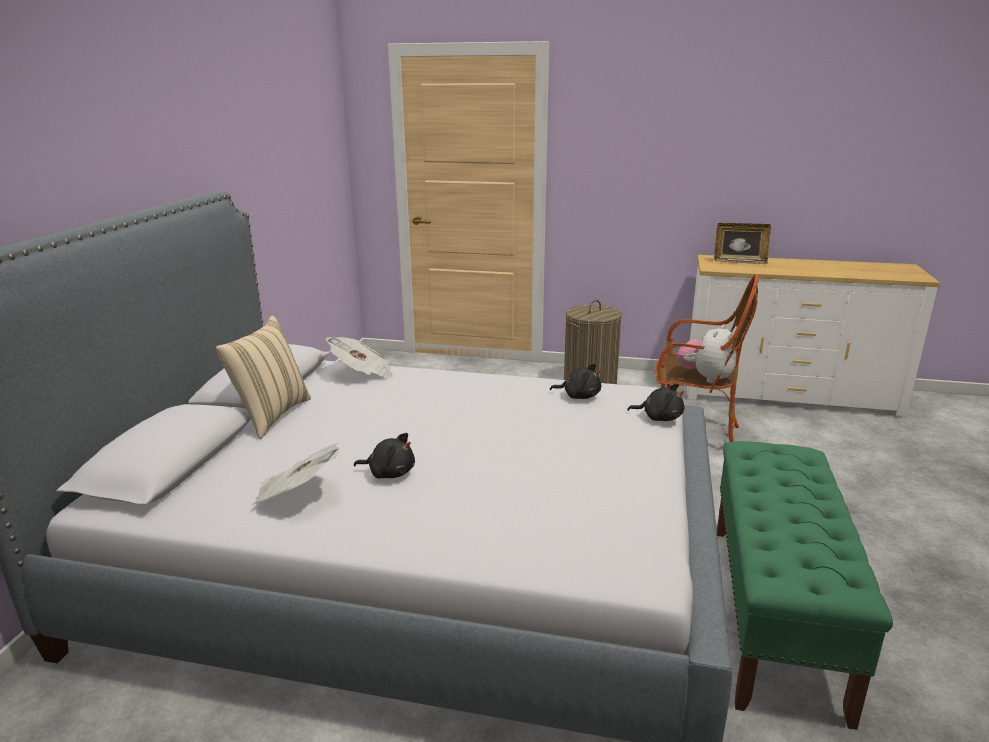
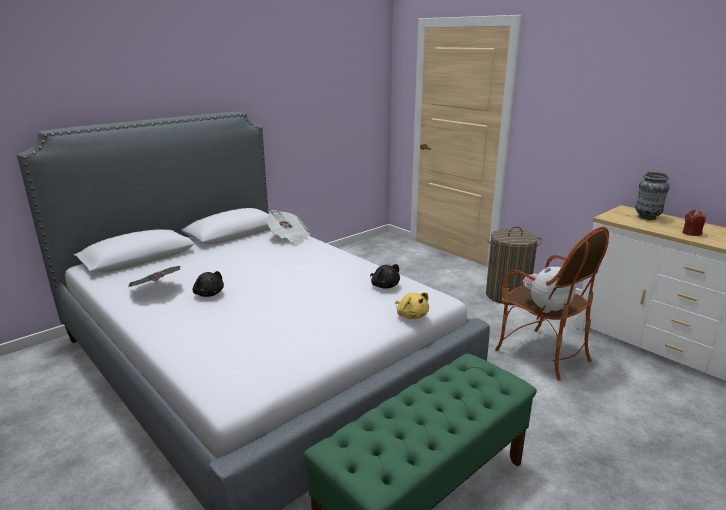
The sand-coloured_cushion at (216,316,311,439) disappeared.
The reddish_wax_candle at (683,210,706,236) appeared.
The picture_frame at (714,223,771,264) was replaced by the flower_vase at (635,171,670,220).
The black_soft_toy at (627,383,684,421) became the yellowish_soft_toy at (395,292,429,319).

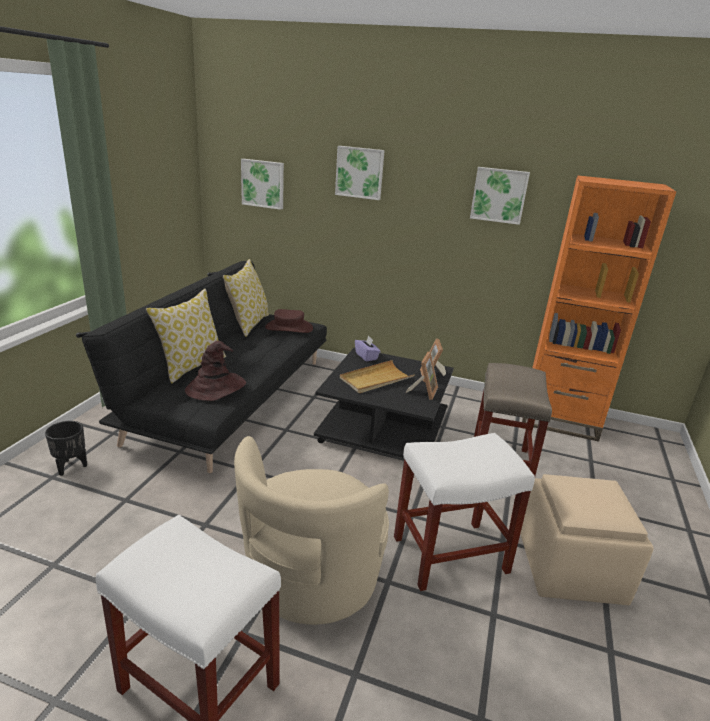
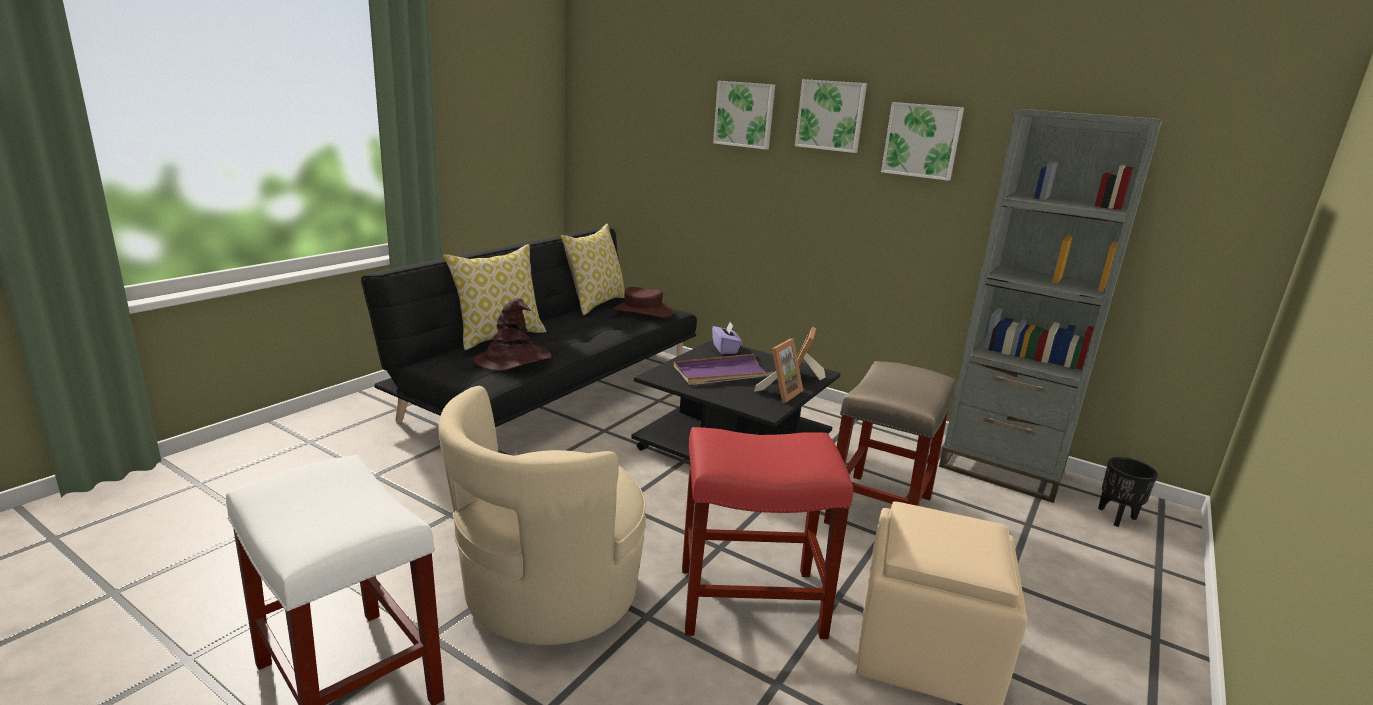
The black_planter moved from (45,421,87,476) to (1098,457,1158,527).
The wall_picture moved from (241,159,284,210) to (795,79,867,153).
The sand-coloured_carrying_tray at (340,360,414,393) became the purple-coloured_carrying_tray at (674,354,774,385).
The white-coloured_stool_seat at (394,433,535,591) became the reddish_stool_seat at (682,427,853,639).
The orange-coloured_bookcase at (522,175,676,442) became the greyish_bookcase at (939,109,1163,503).

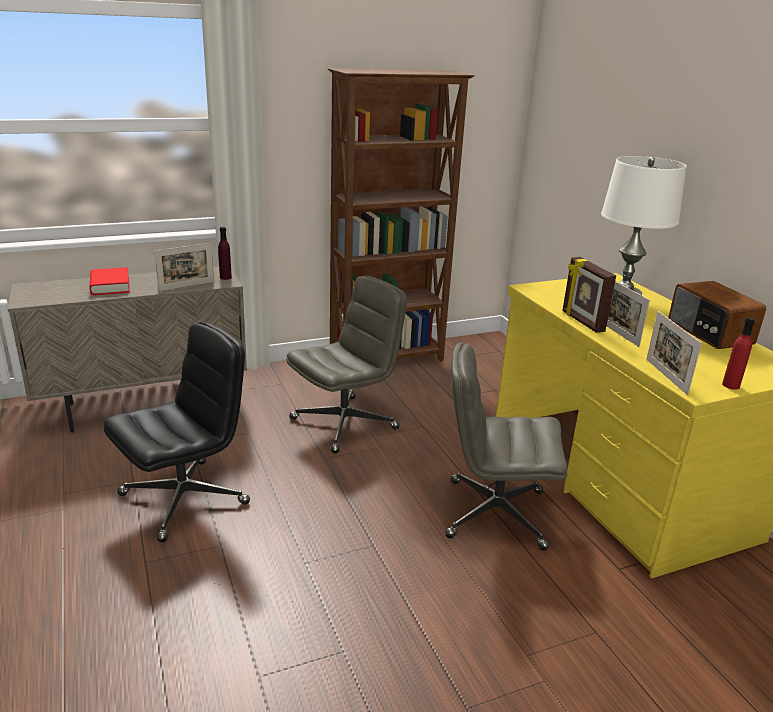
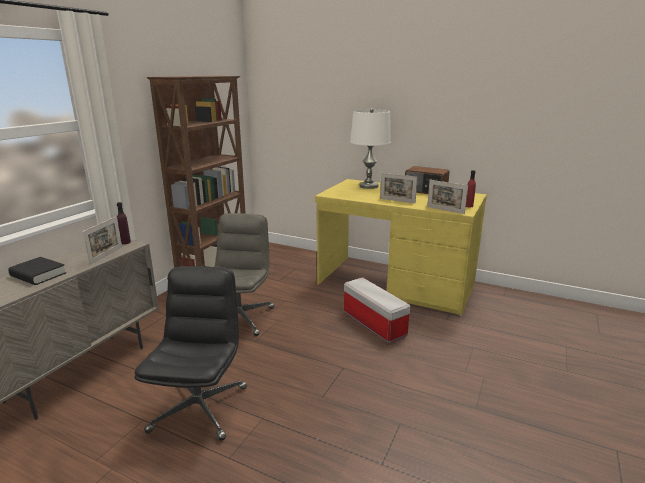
The picture_frame at (562,257,616,333) disappeared.
The greyish_office_chair at (445,343,567,551) was replaced by the storage_container at (344,277,410,343).
The reddish_book at (89,267,130,295) became the black_book at (8,257,66,285).

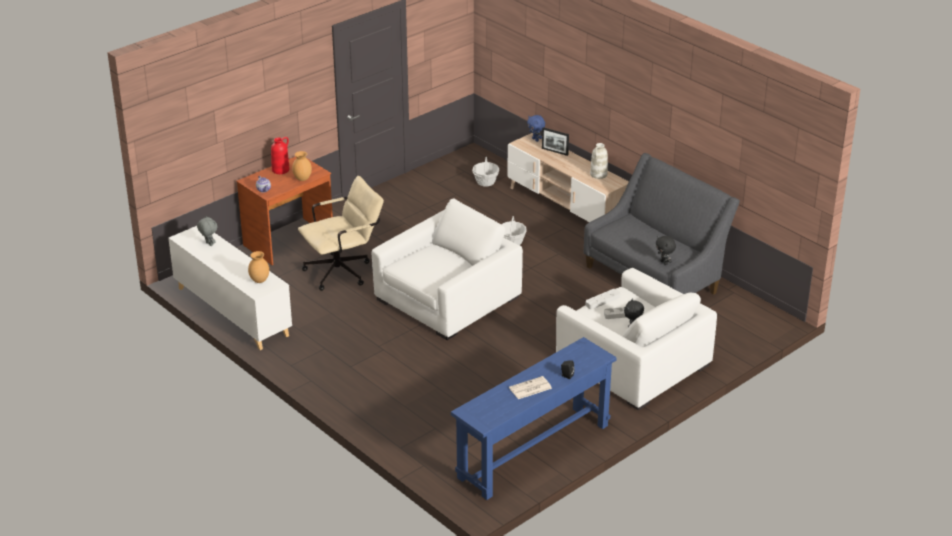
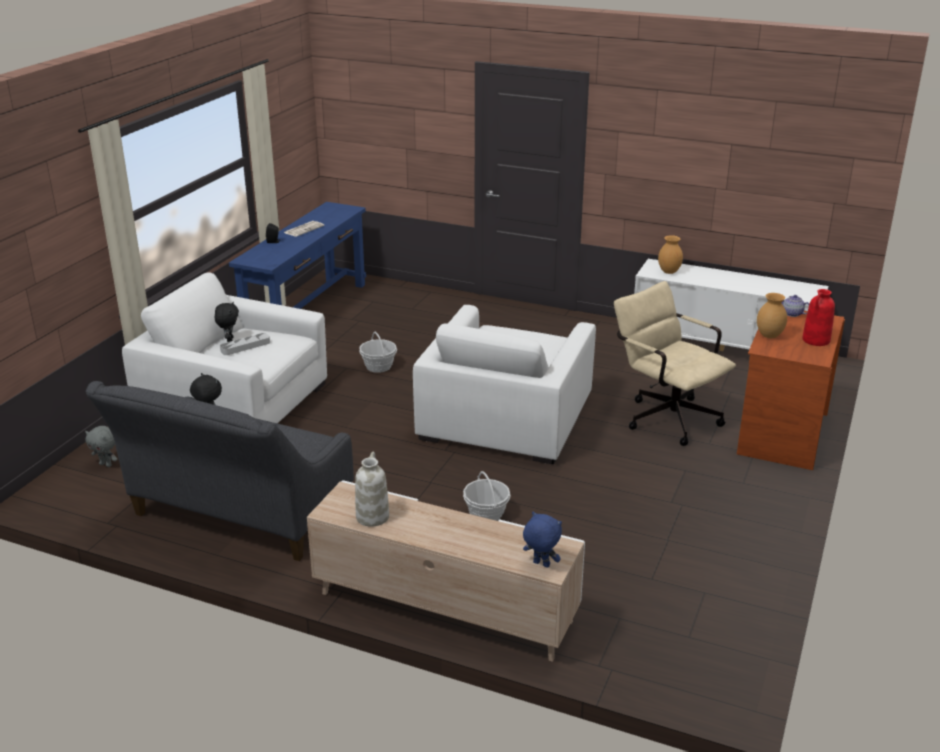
The picture_frame at (542,127,569,156) disappeared.
The greyish_carrying_tray at (586,289,620,309) disappeared.
The greyish_soft_toy moved from (197,216,217,246) to (85,426,117,467).
The basket moved from (472,157,499,186) to (359,332,397,373).
The sand-coloured_office_chair at (298,176,384,291) turned 105 degrees clockwise.

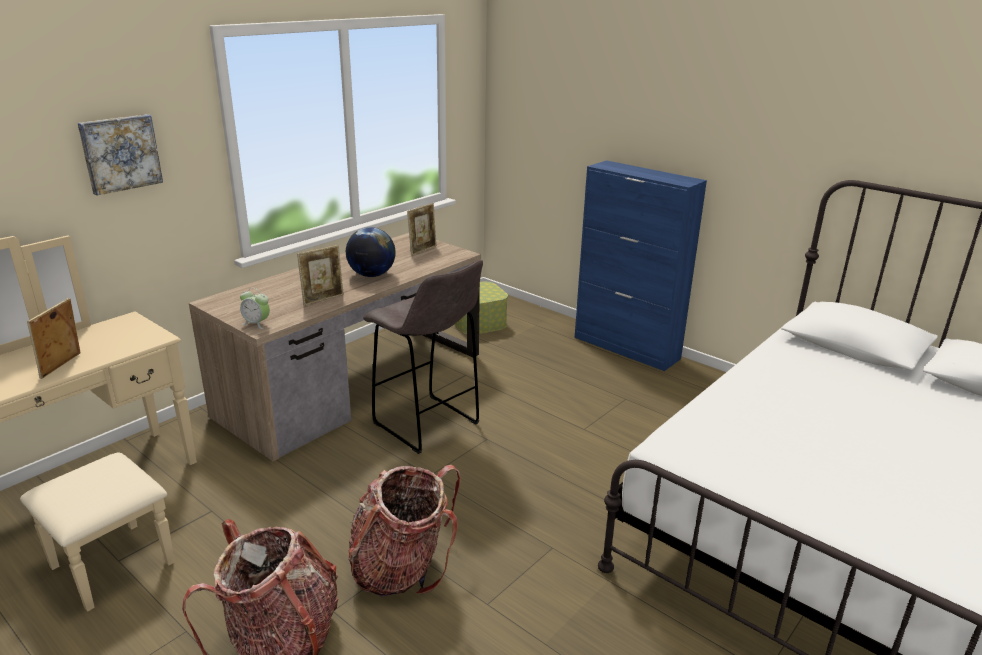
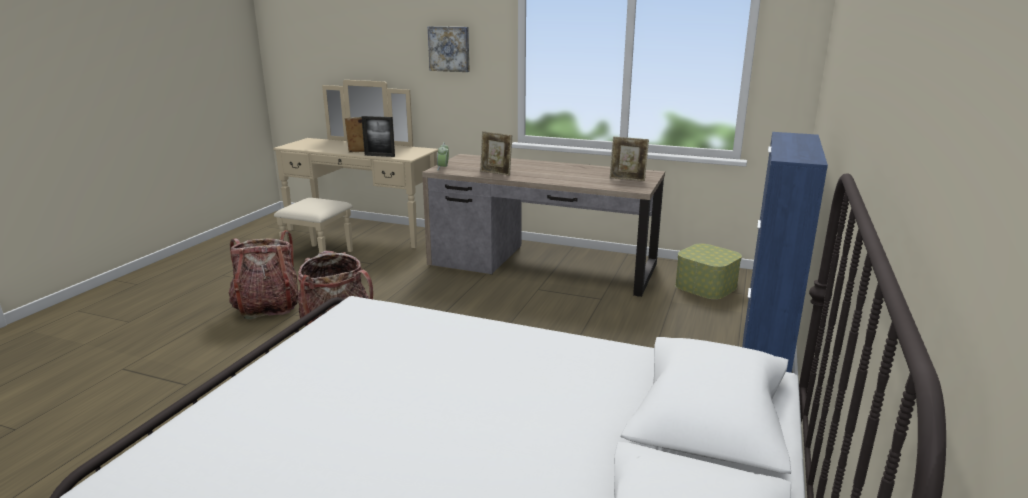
The globe at (346,227,396,277) disappeared.
The greyish_stool_seat at (363,260,483,454) disappeared.
The picture_frame at (361,116,395,157) appeared.

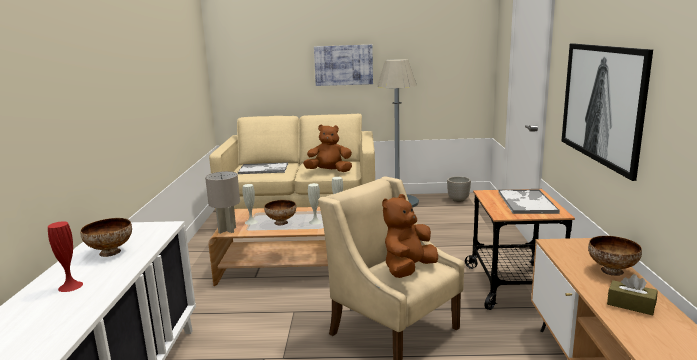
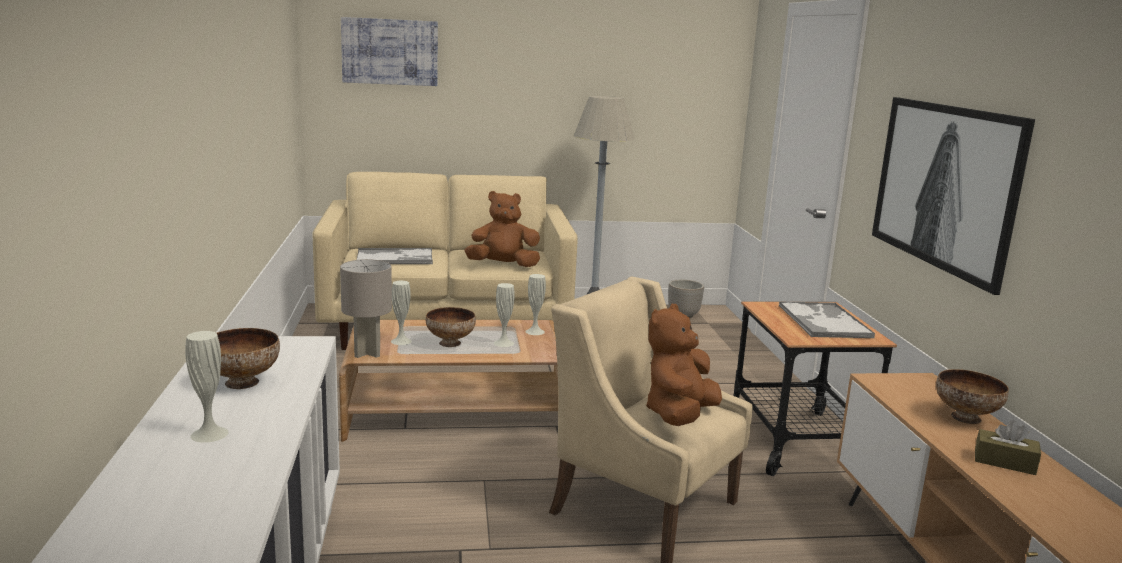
The wall_picture moved from (314,45,373,86) to (341,17,438,86).
The reddish_flower_vase at (48,221,83,292) became the white-coloured_flower_vase at (185,331,229,443).

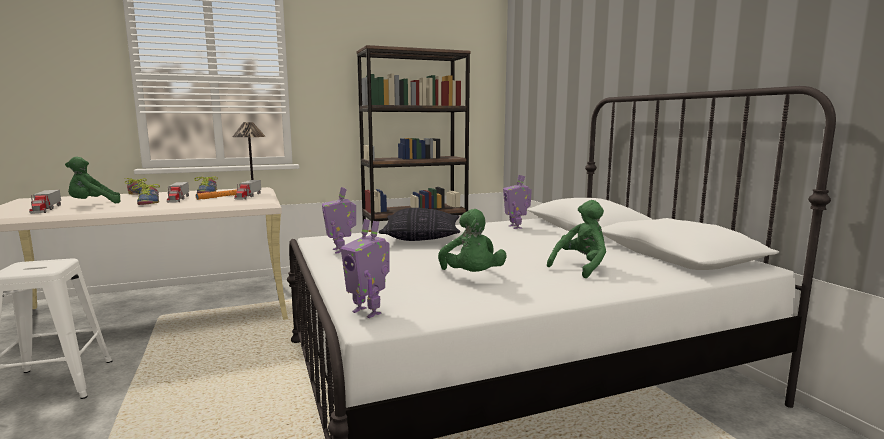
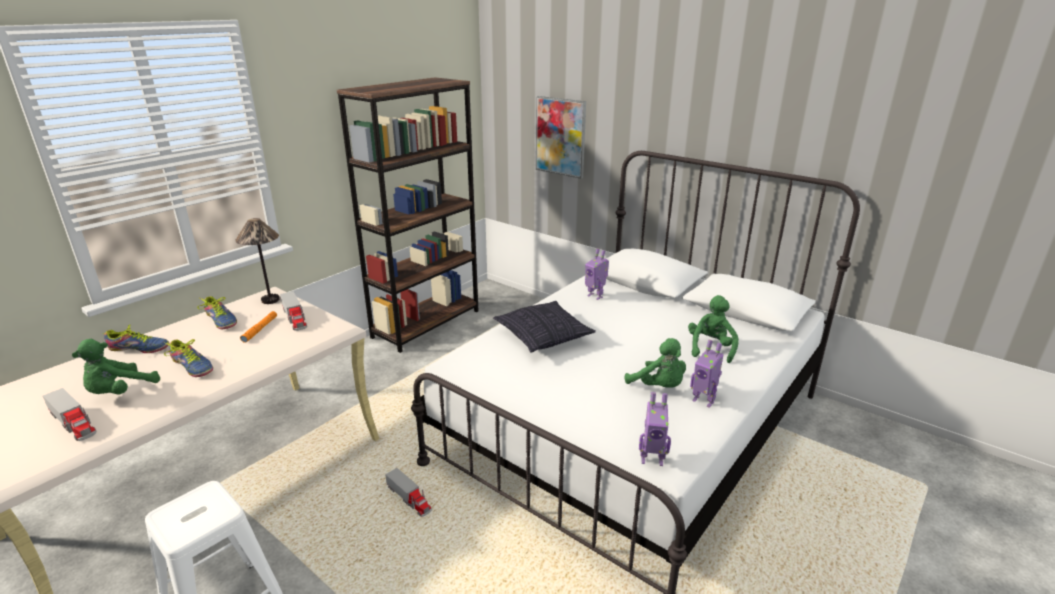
The wall_picture at (536,96,586,179) appeared.
The toy_truck moved from (167,182,189,203) to (385,468,432,517).
The model_robot moved from (322,187,356,254) to (690,340,723,407).

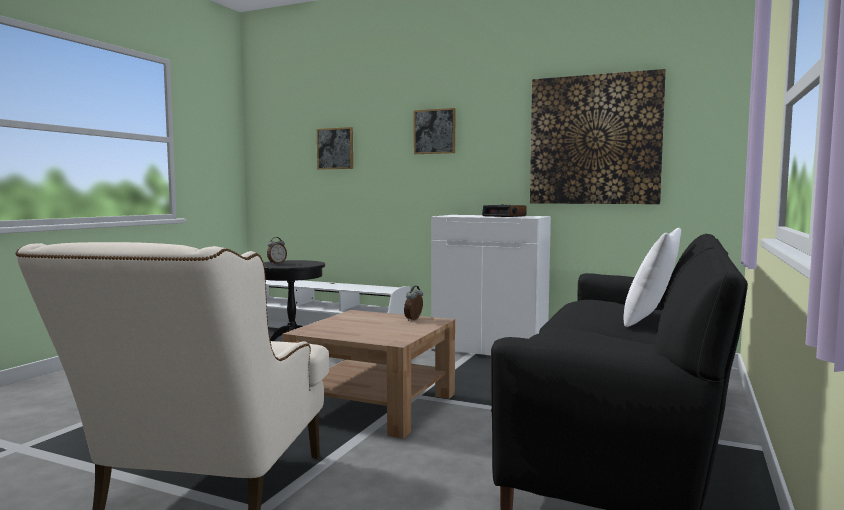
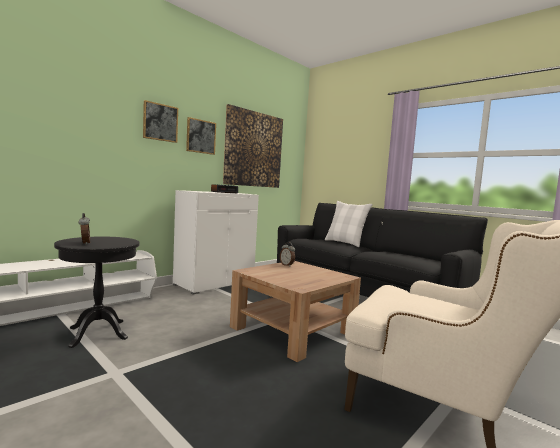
The wall_picture moved from (317,127,353,170) to (186,117,216,155).

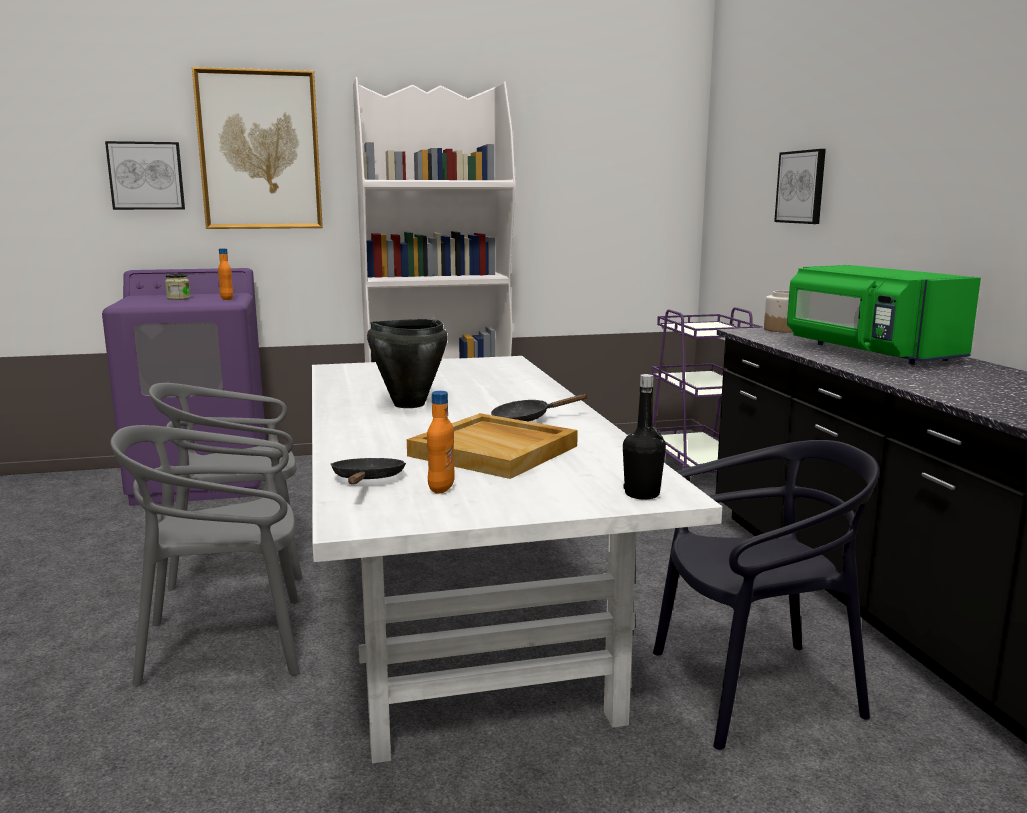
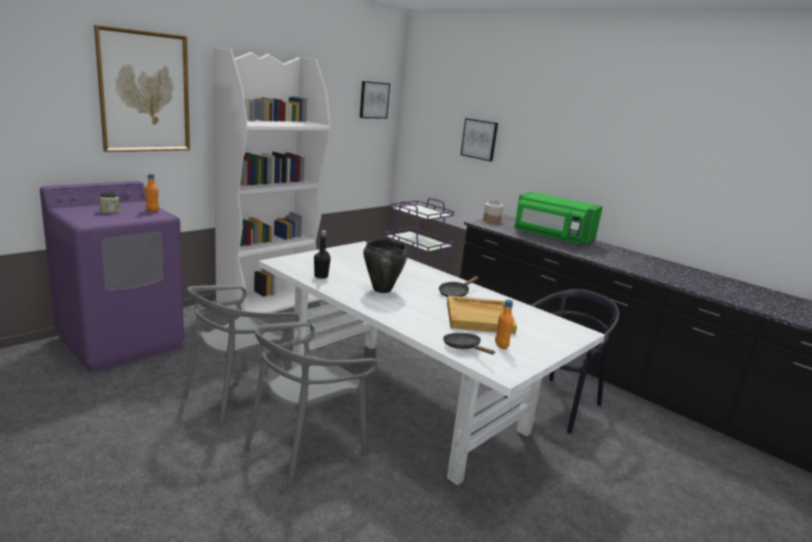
The wall_picture moved from (105,141,185,210) to (360,81,390,119).
The black_bottle moved from (623,374,666,499) to (314,230,331,279).

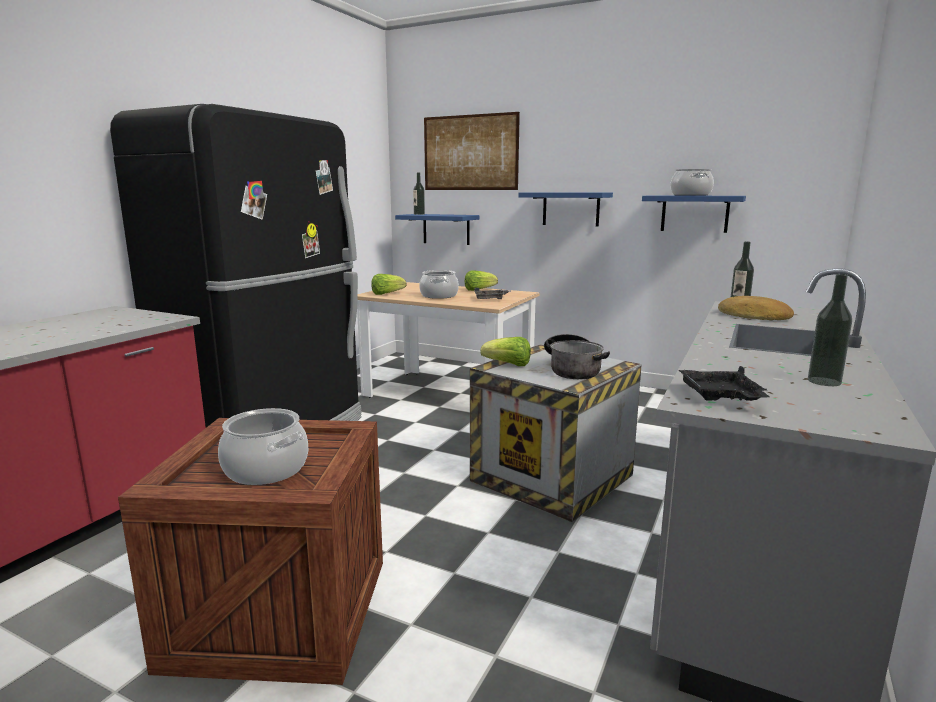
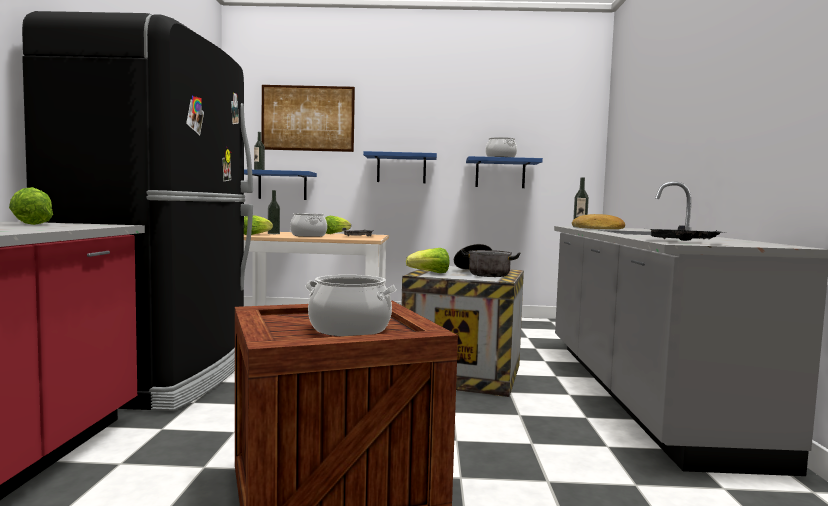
The lettuce_head at (9,187,53,225) appeared.
The bottle moved from (808,274,852,386) to (268,190,280,234).

